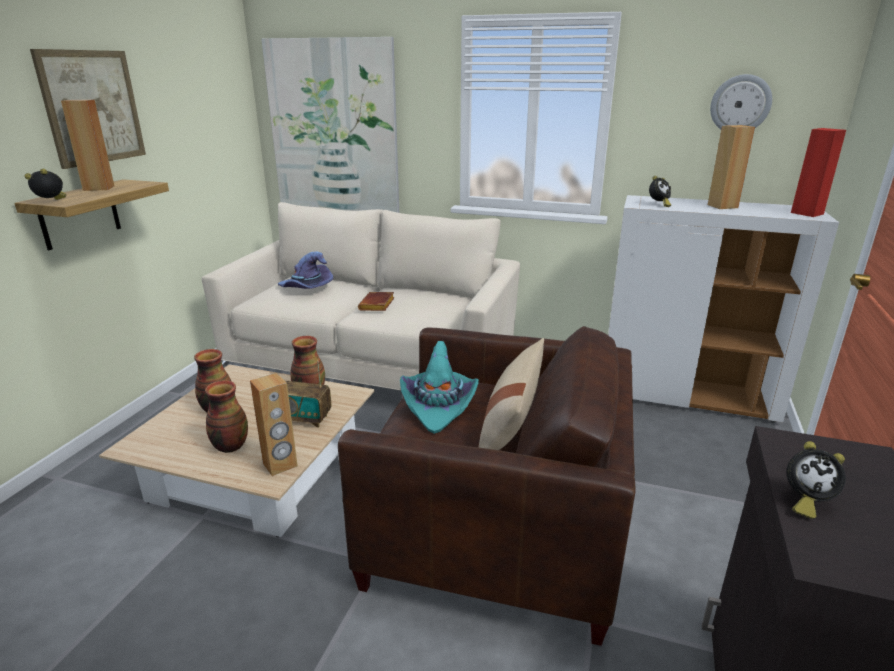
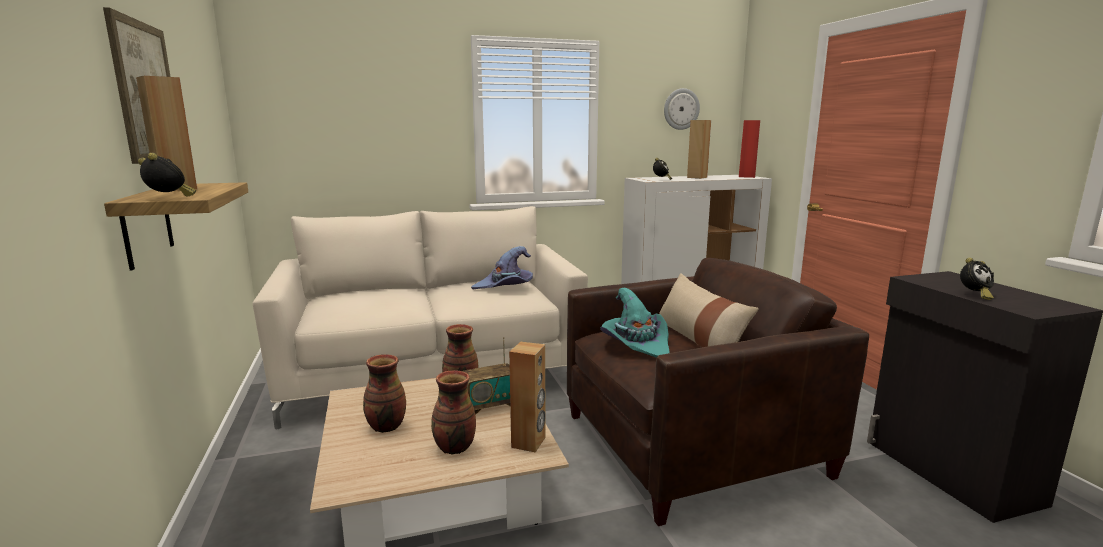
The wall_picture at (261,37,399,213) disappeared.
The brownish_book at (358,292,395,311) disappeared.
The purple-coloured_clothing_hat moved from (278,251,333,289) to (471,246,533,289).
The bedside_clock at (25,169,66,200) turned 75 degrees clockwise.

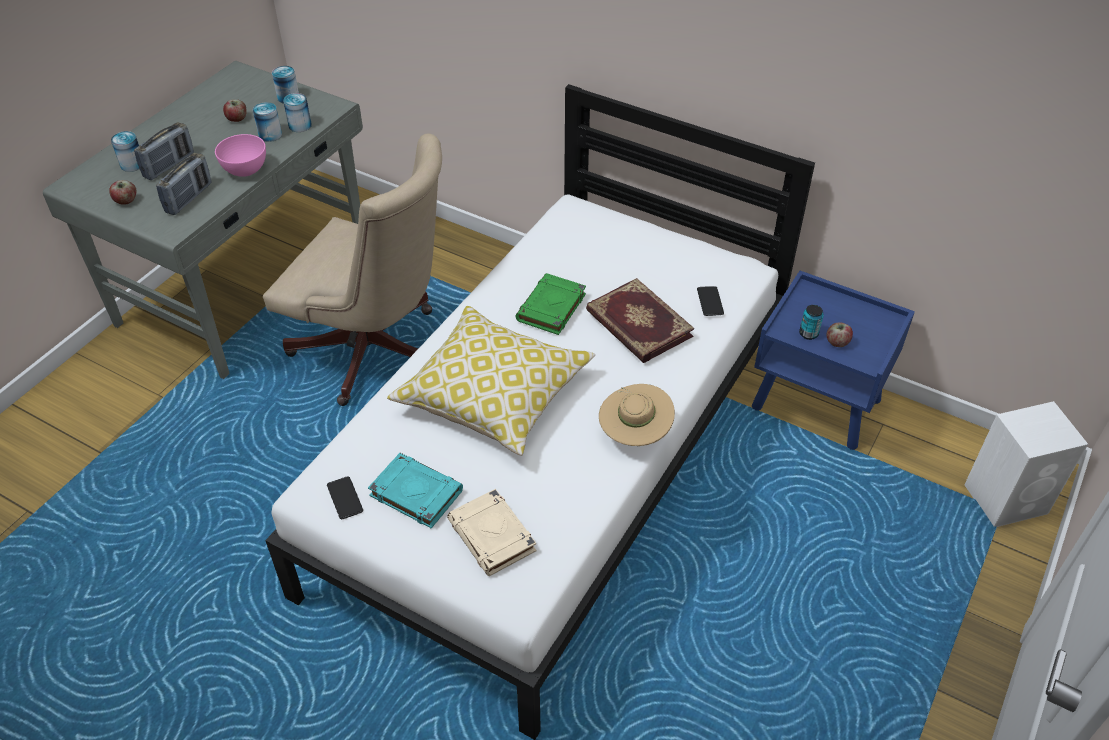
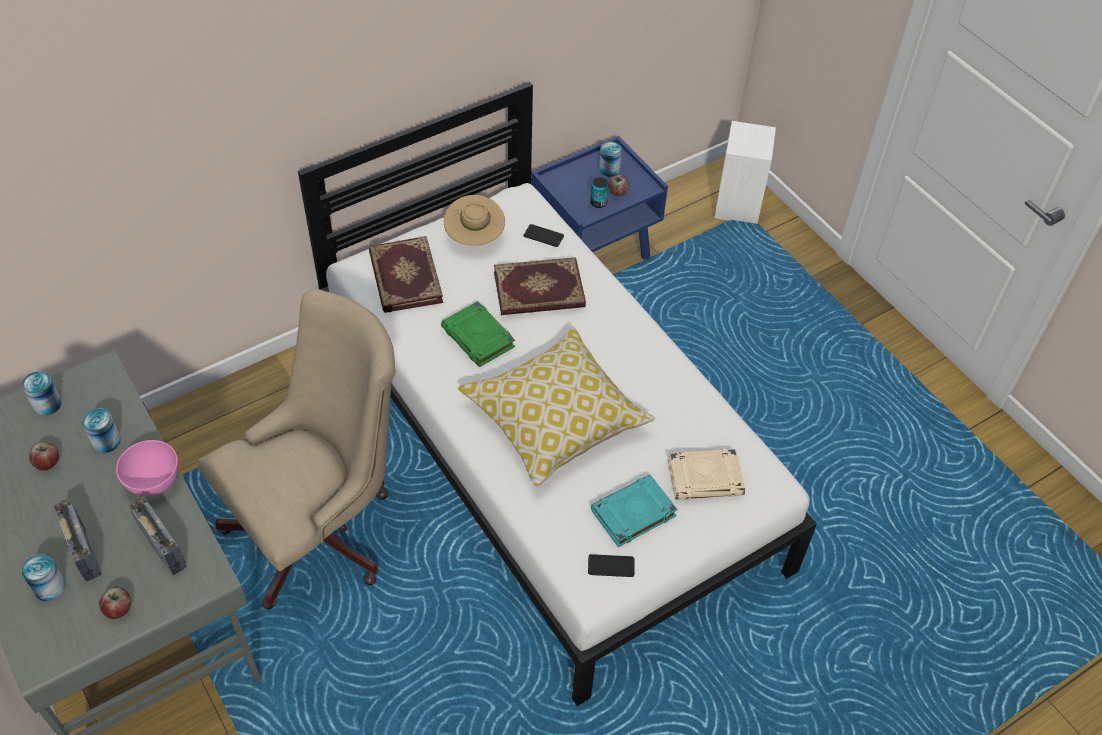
The book at (369,236,443,313) appeared.
The metal_can moved from (283,93,312,132) to (599,141,622,177).
The sand-coloured_clothing_hat moved from (599,384,675,446) to (444,195,505,246).

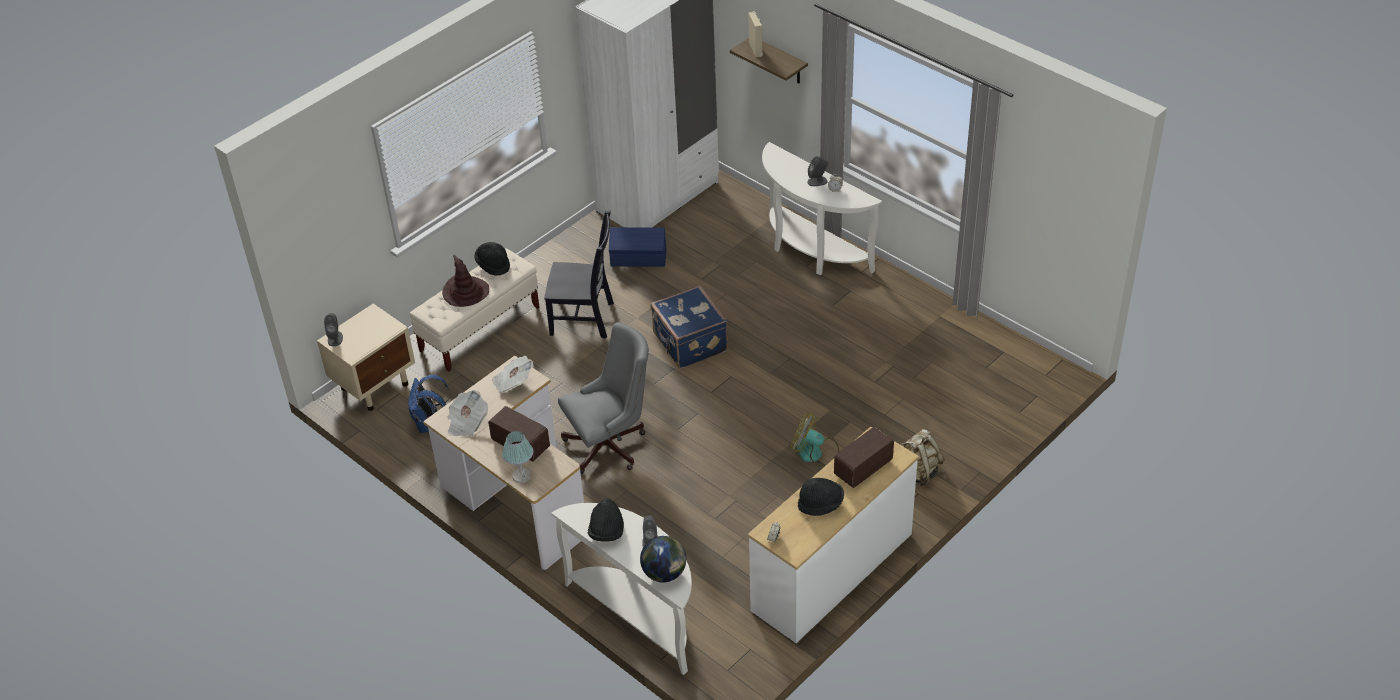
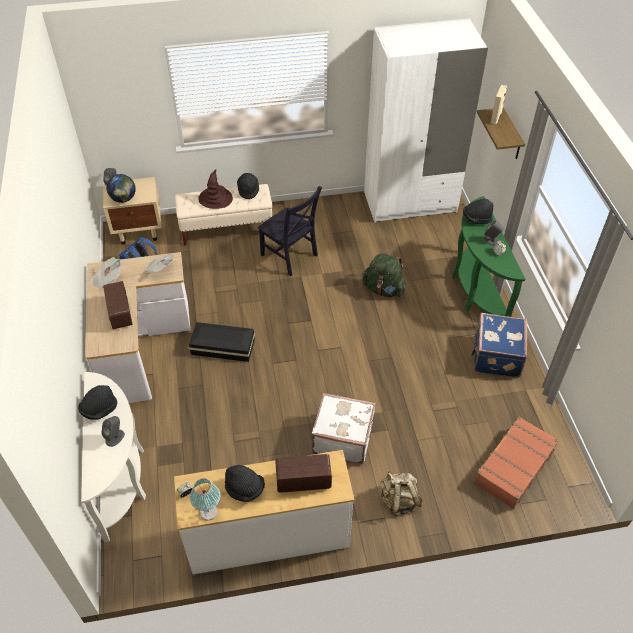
The blue-coloured_storage_container at (609,227,666,267) disappeared.
The green_knapsack at (362,253,406,297) appeared.
The black_clothing_hat at (463,199,493,224) appeared.
The brownish_piece_of_luggage at (474,416,559,509) appeared.
The table_lamp moved from (502,431,533,483) to (190,478,221,521).
The globe moved from (640,536,686,583) to (106,174,136,203).
The blue-coloured_piece_of_luggage moved from (650,286,728,369) to (471,313,527,378).
The greyish_office_chair at (558,322,649,474) was replaced by the black_storage_container at (189,322,255,362).
The fan at (790,412,839,467) was replaced by the white-coloured_piece_of_luggage at (311,393,376,464).
The white-coloured_narrow_table at (762,142,882,275) became the green_narrow_table at (452,196,525,317).

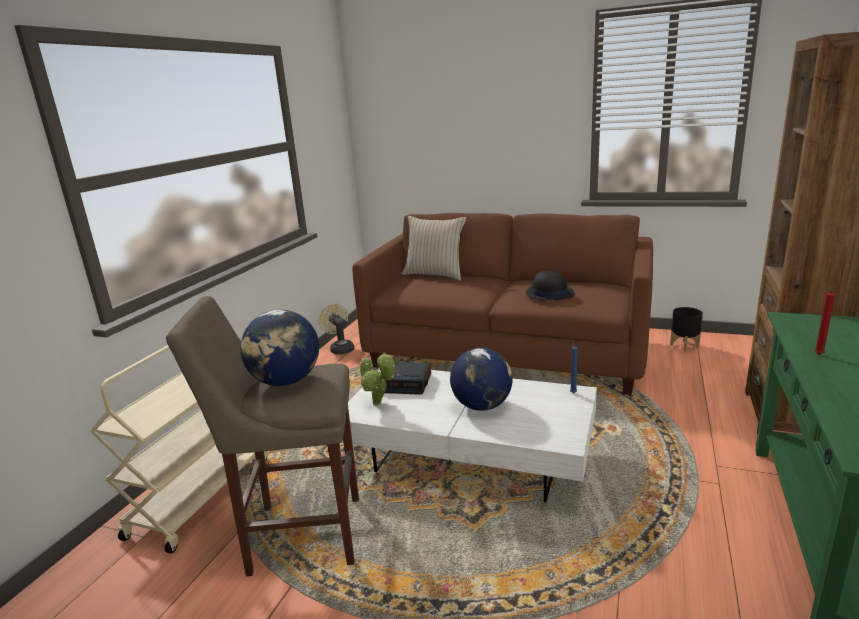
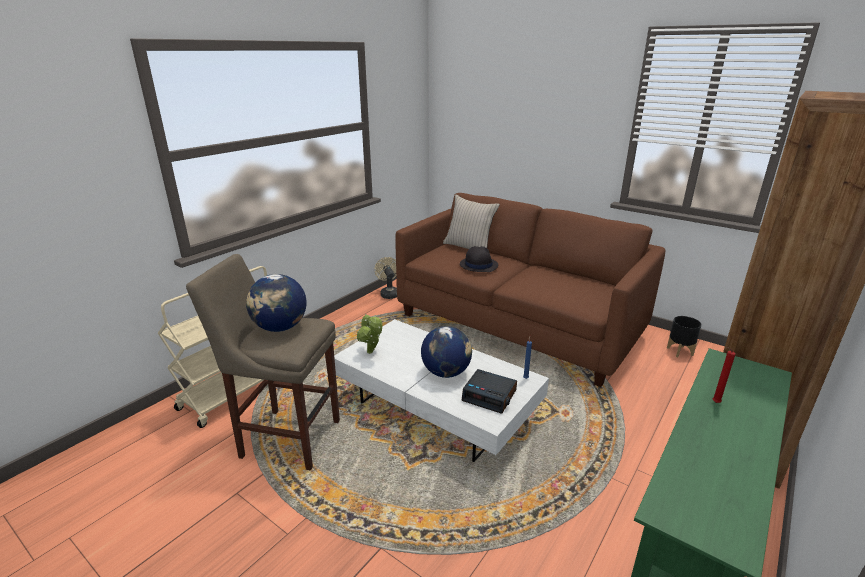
The bedside_clock moved from (385,362,431,395) to (462,369,517,413).
The black_clothing_hat moved from (526,270,575,301) to (460,246,498,272).

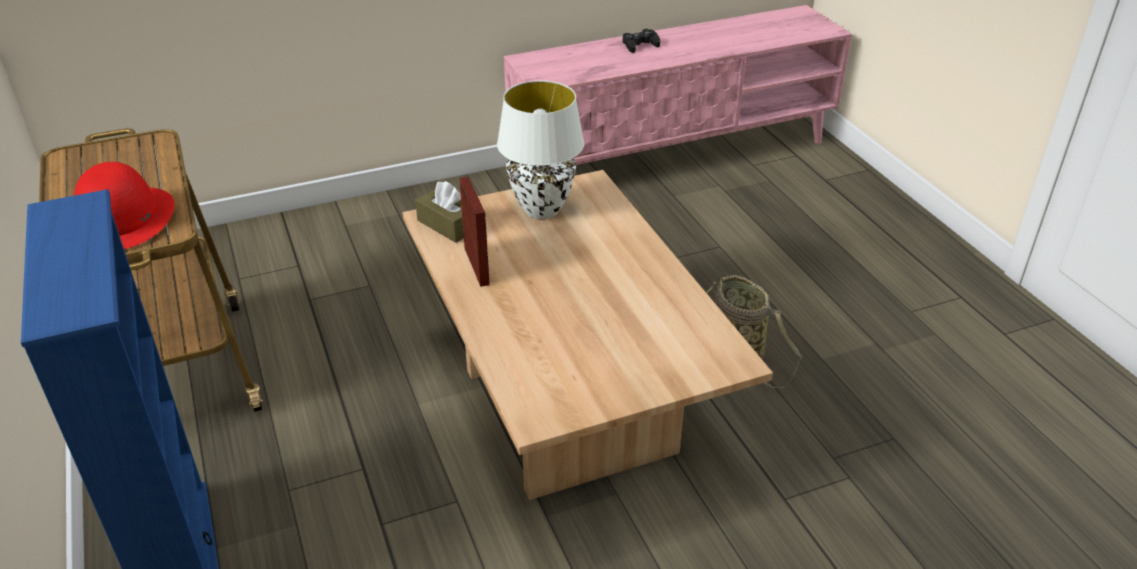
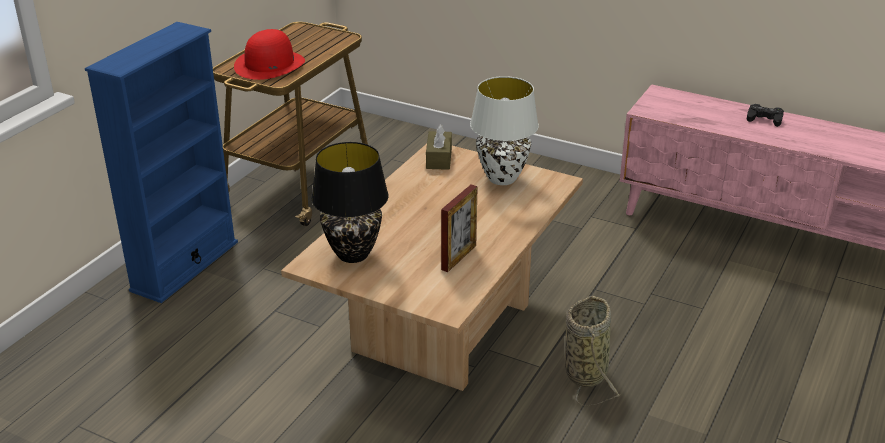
The black_table_lamp at (311,142,388,263) appeared.
The picture_frame moved from (459,177,490,287) to (441,185,478,272).

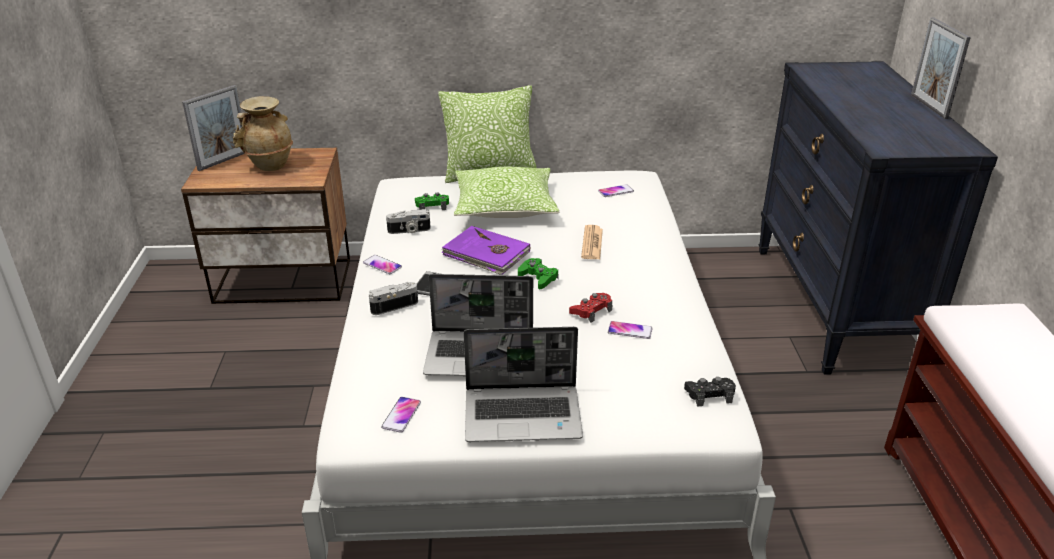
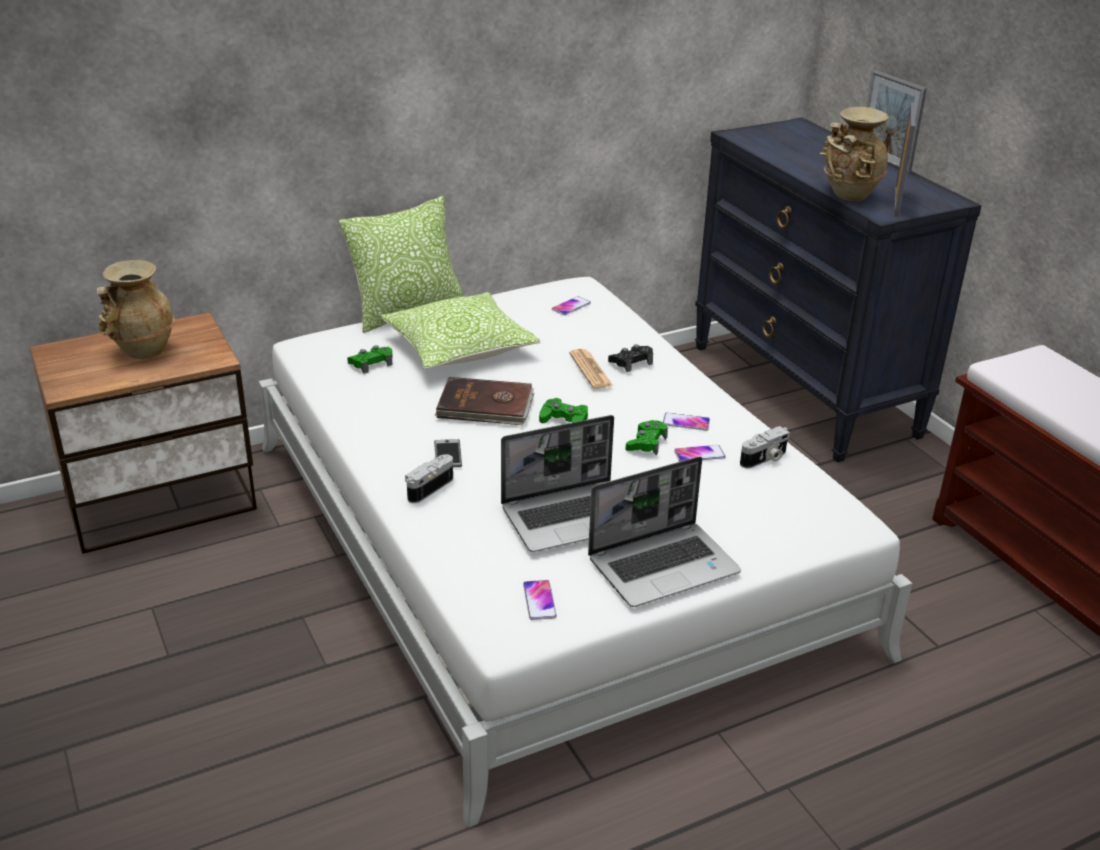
The sand-coloured_flower_vase at (819,107,889,201) appeared.
The picture_frame moved from (182,85,244,171) to (894,102,915,217).
The handset moved from (363,255,402,274) to (663,413,710,430).
The photo_camera moved from (386,209,431,234) to (740,426,790,468).
The black_joypad moved from (684,377,736,407) to (608,344,653,372).
The purple-coloured_book at (441,226,530,275) became the brownish_book at (435,377,534,425).
The reddish_joypad at (569,293,613,323) became the green_joypad at (625,420,668,455).

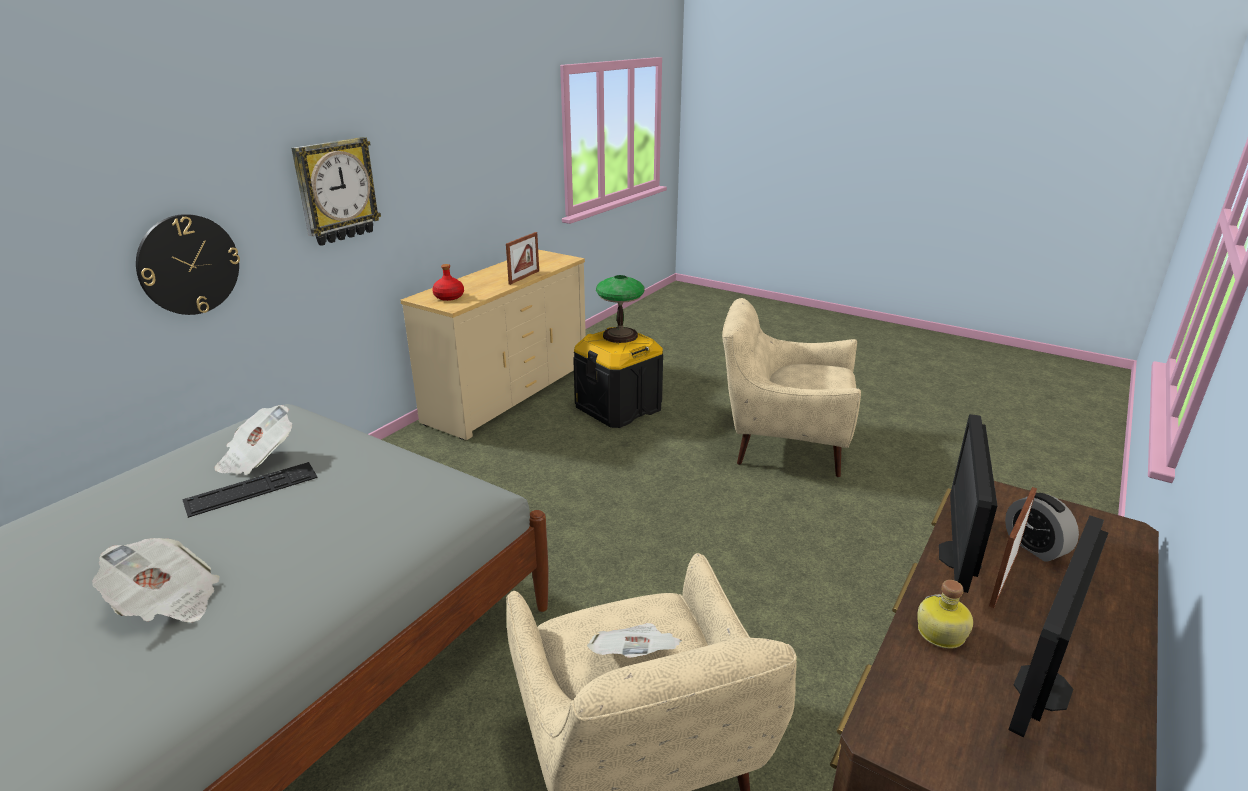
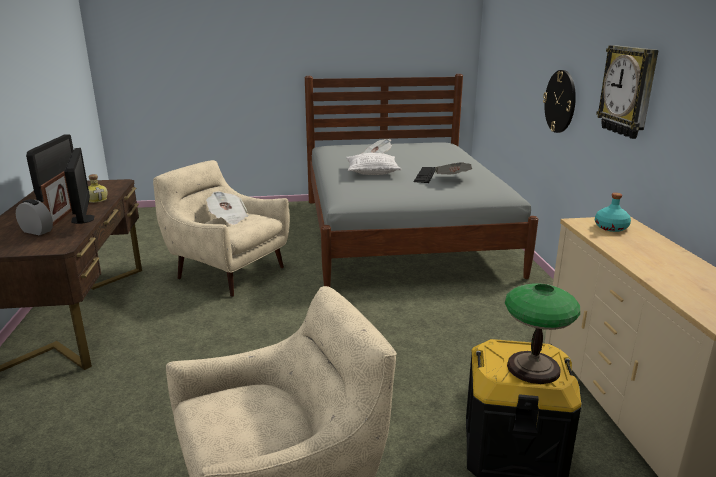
The picture_frame at (506,232,539,285) disappeared.
The cushion at (346,153,401,175) appeared.
The reddish_bottle at (432,264,464,301) became the turquoise_bottle at (595,193,631,232).

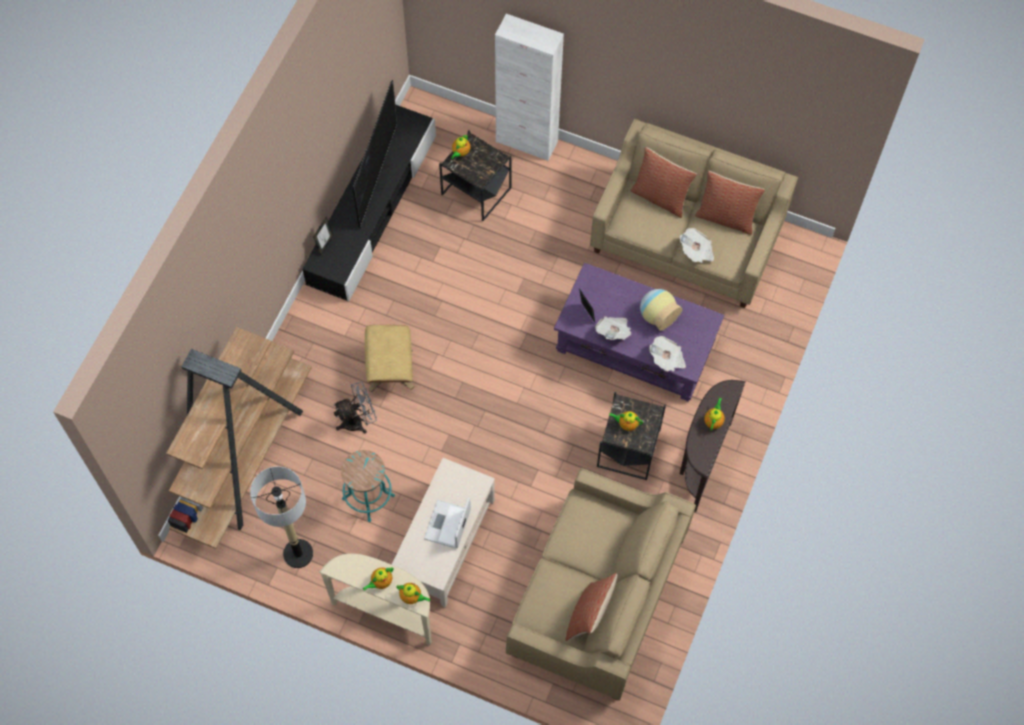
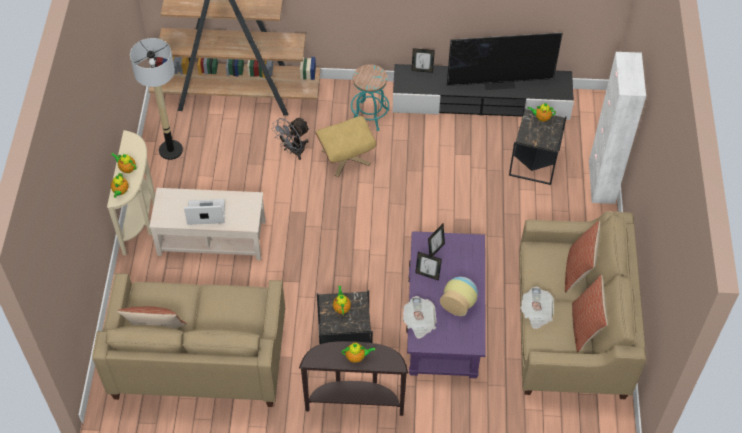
The turquoise_stool_seat moved from (341,450,395,522) to (351,64,389,131).
The daily_paper at (595,316,632,340) was replaced by the picture_frame at (415,252,442,281).
The greyish_fan at (333,381,377,434) turned 90 degrees clockwise.

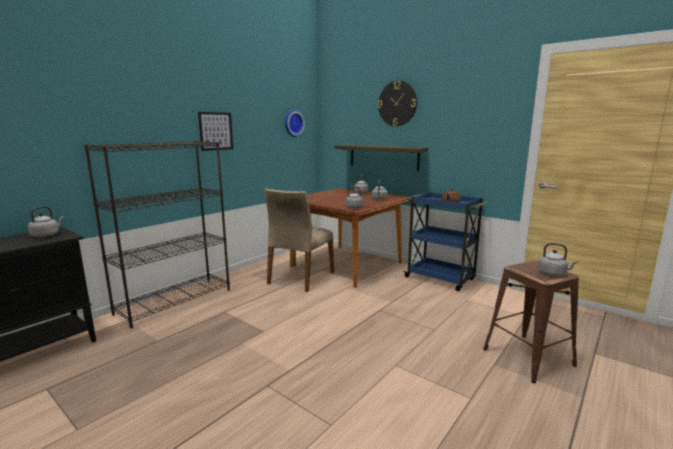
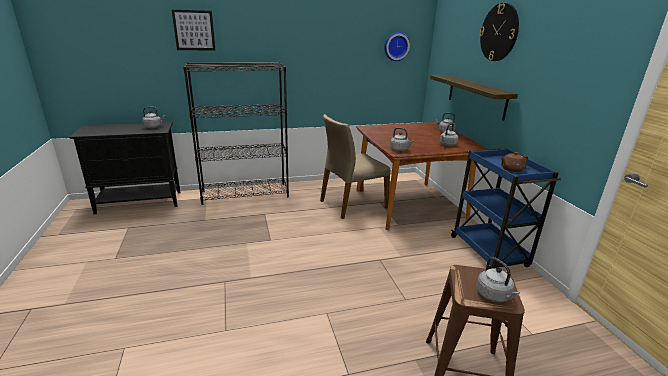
The wall_picture moved from (198,112,233,151) to (172,10,215,50).

